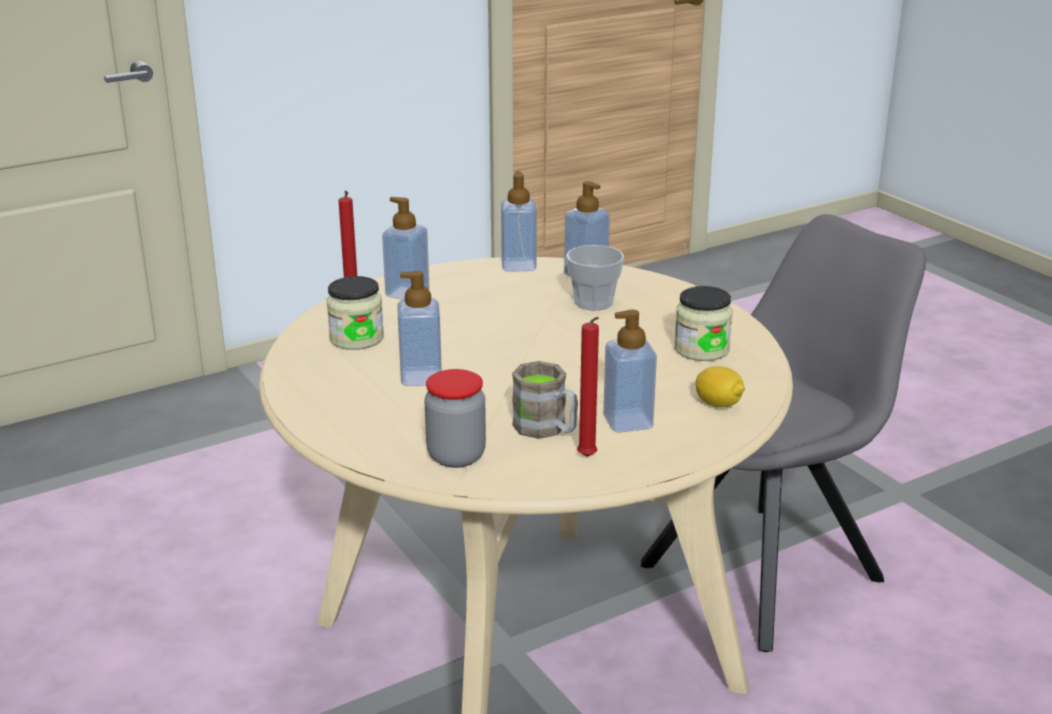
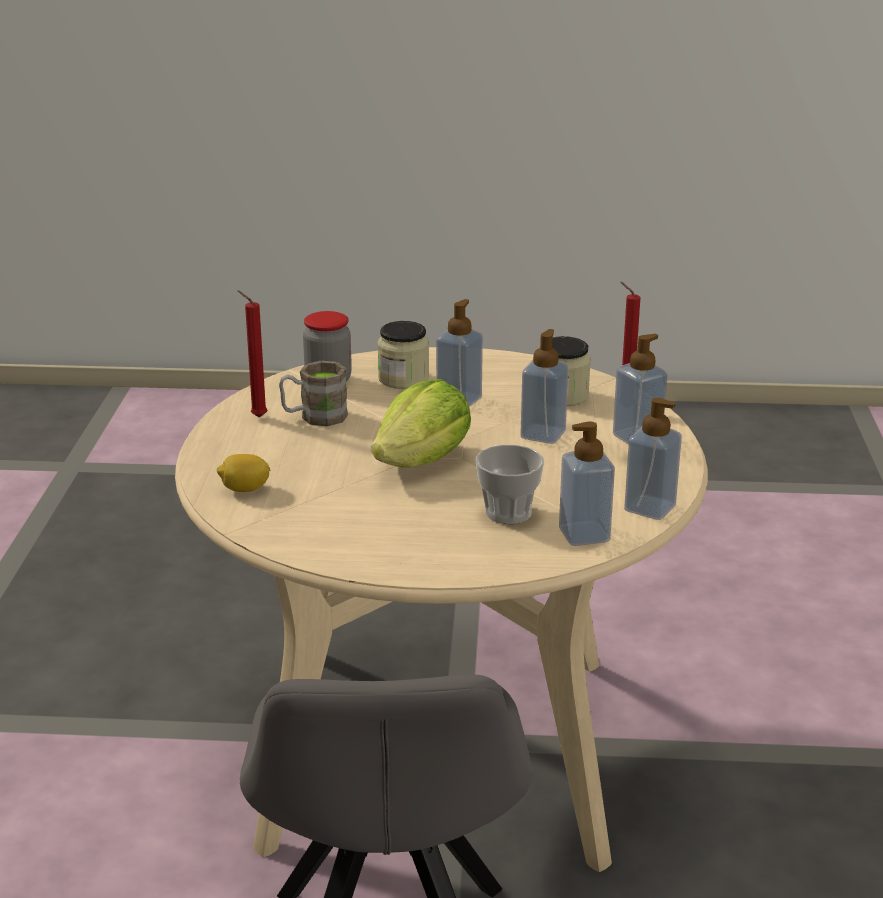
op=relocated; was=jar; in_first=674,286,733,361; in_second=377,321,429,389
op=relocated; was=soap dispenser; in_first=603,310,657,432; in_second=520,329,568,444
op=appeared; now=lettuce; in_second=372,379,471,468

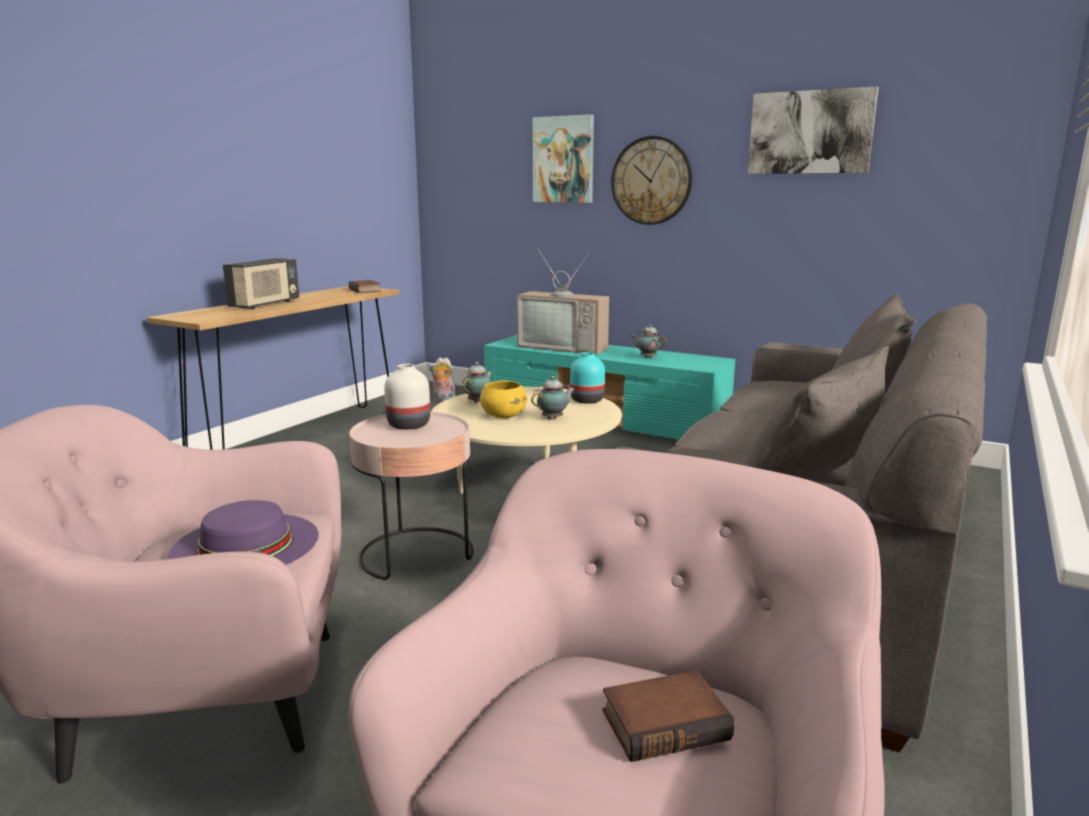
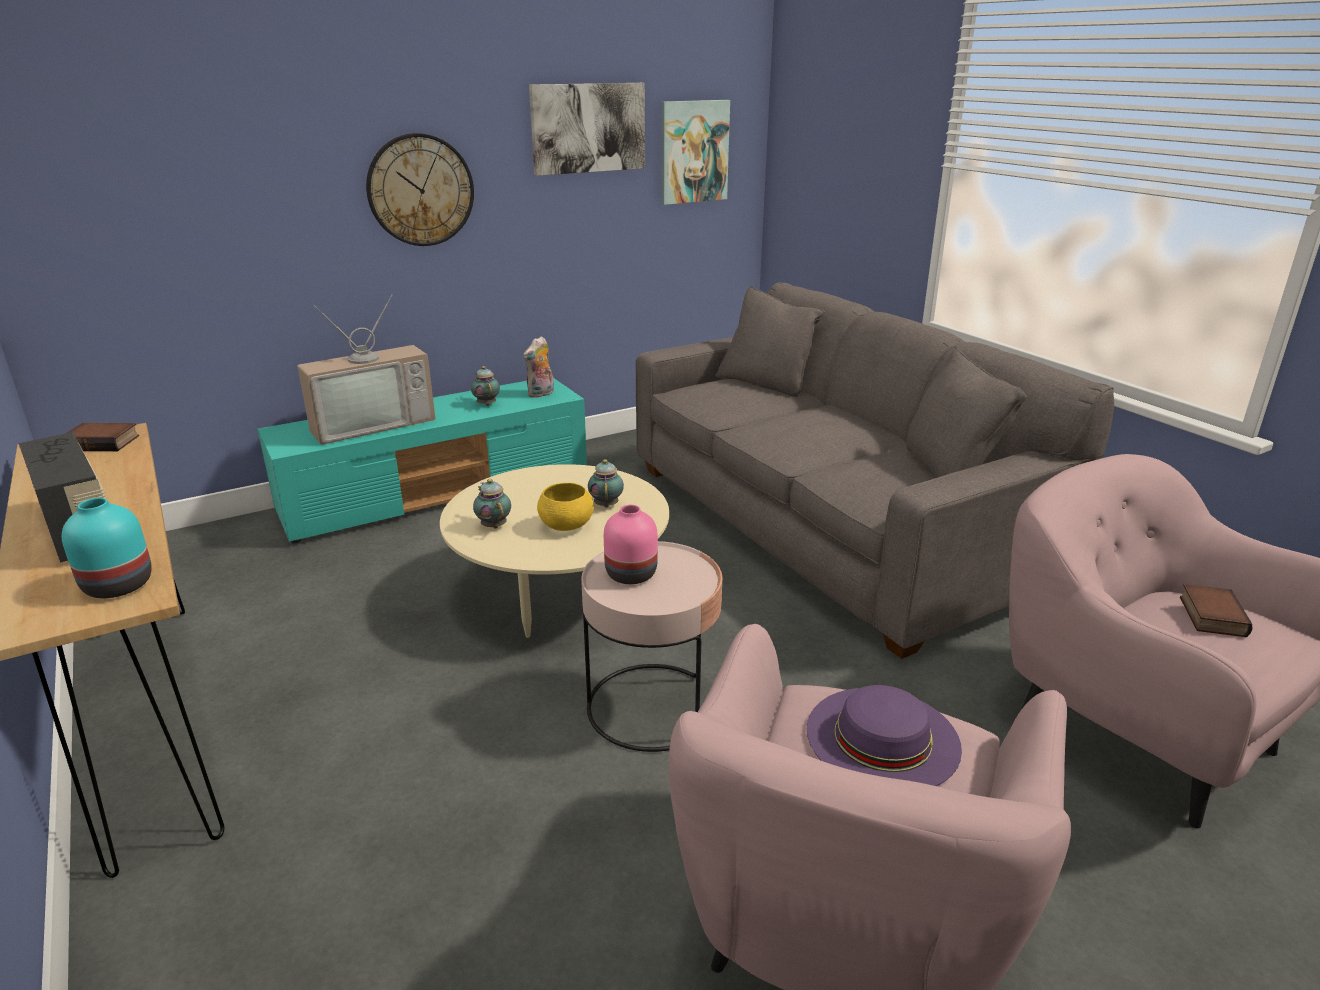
op=relocated; was=picture; in_first=533,114,594,203; in_second=661,100,730,205
op=spun; was=teapot; in_first=630,324,667,358; in_second=471,366,500,406; clockwise=90
op=relocated; was=vase (turquoise); in_first=570,352,605,404; in_second=62,498,152,598
op=relocated; was=plush toy; in_first=429,357,455,401; in_second=523,336,554,398
op=colour; was=vase (white); now=vase (pink); in_first=384,364,430,430; in_second=604,505,658,584

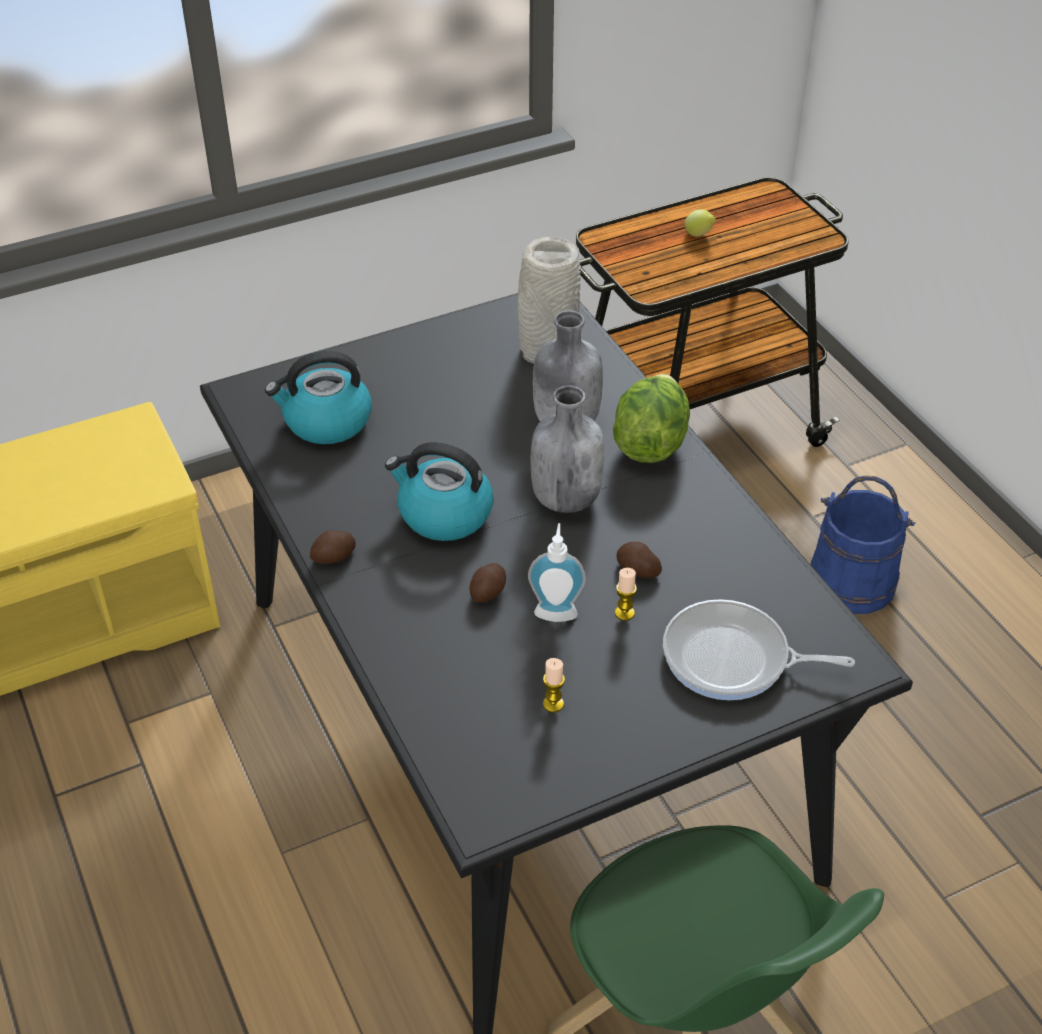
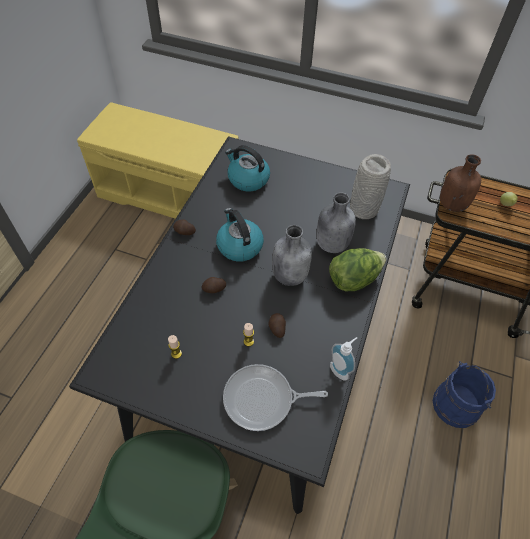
op=relocated; was=soap dispenser; in_first=528,523,586,622; in_second=330,337,357,381
op=spun; was=frying pan; in_first=663,599,855,700; in_second=223,364,328,431; clockwise=-60
op=appeared; now=bottle (brown); in_second=440,154,481,212

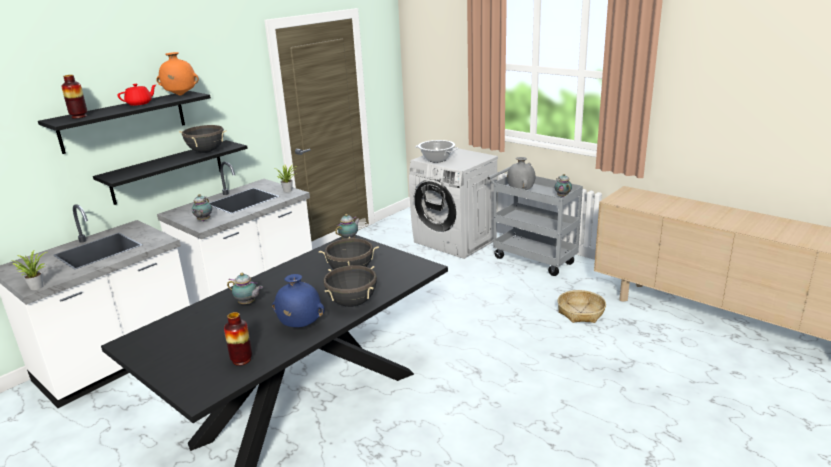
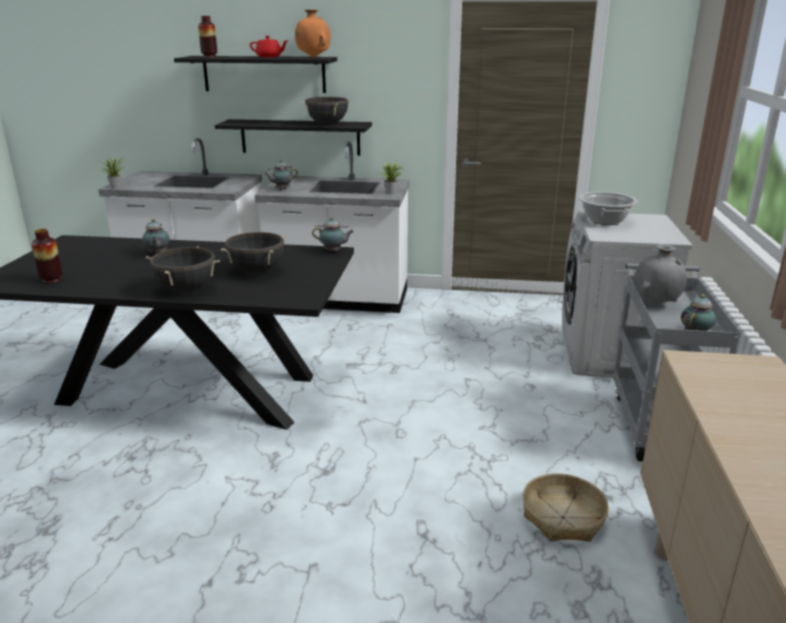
op=missing; was=vase (blue); in_first=272,274,324,327

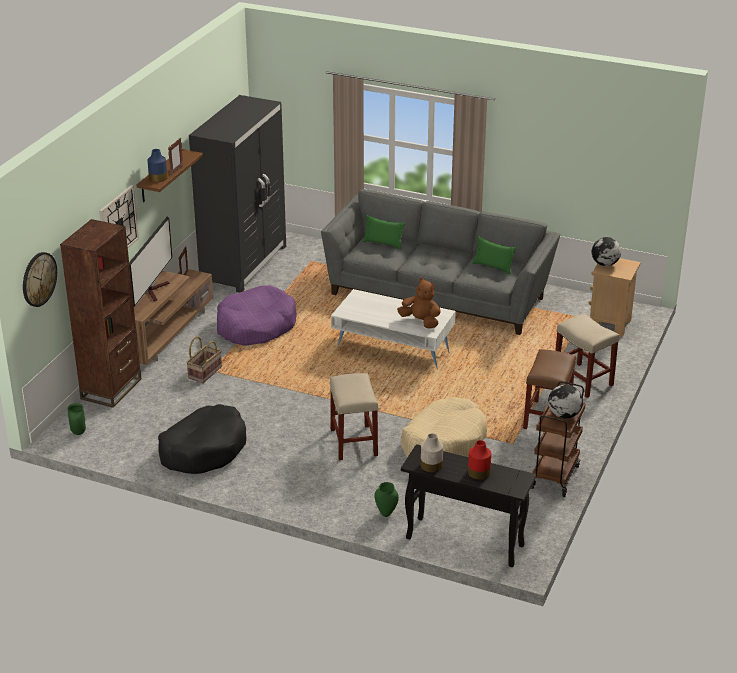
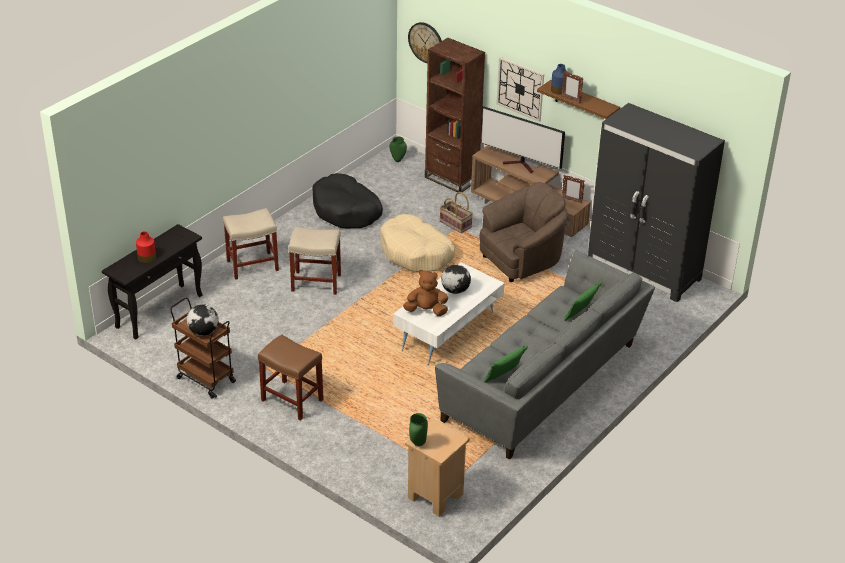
op=relocated; was=globe; in_first=592,237,621,266; in_second=441,265,471,294
op=spun; was=plush toy (brown); in_first=397,278,441,328; in_second=403,270,448,316; clockwise=-135
op=exchanged; was=dog bed (purple); now=armchair (brown); in_first=217,285,297,346; in_second=480,182,568,282
op=relocated; was=stool (beige); in_first=555,313,620,398; in_second=223,208,279,280
op=relocated; was=dog bed (beige); in_first=401,397,487,457; in_second=380,214,455,272
op=missing; was=vase (beige); in_first=421,433,443,472
op=relocated; was=vase (green); in_first=374,482,399,517; in_second=409,413,428,446

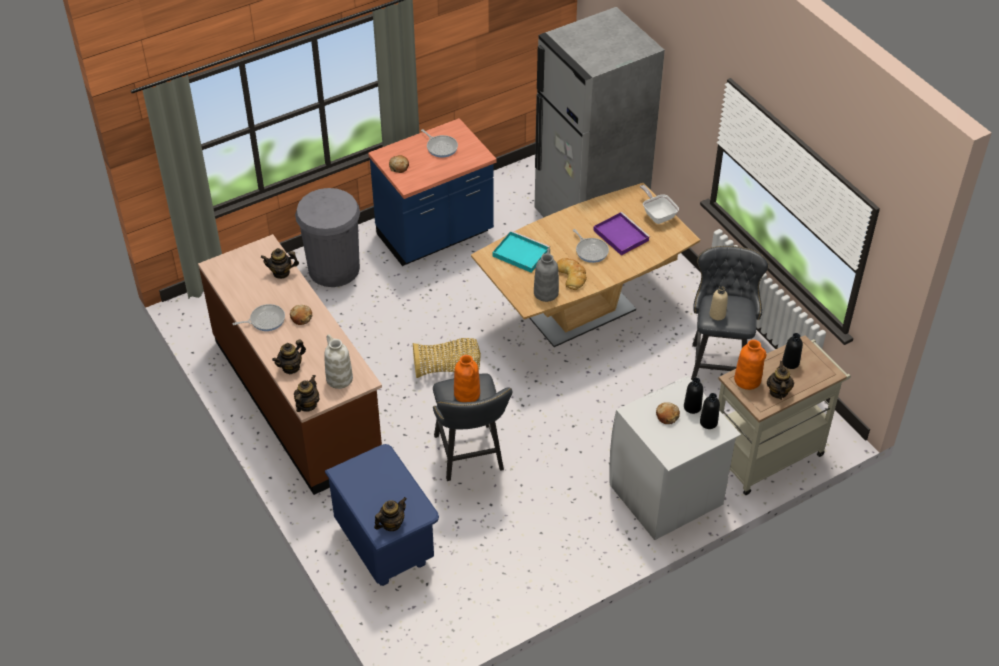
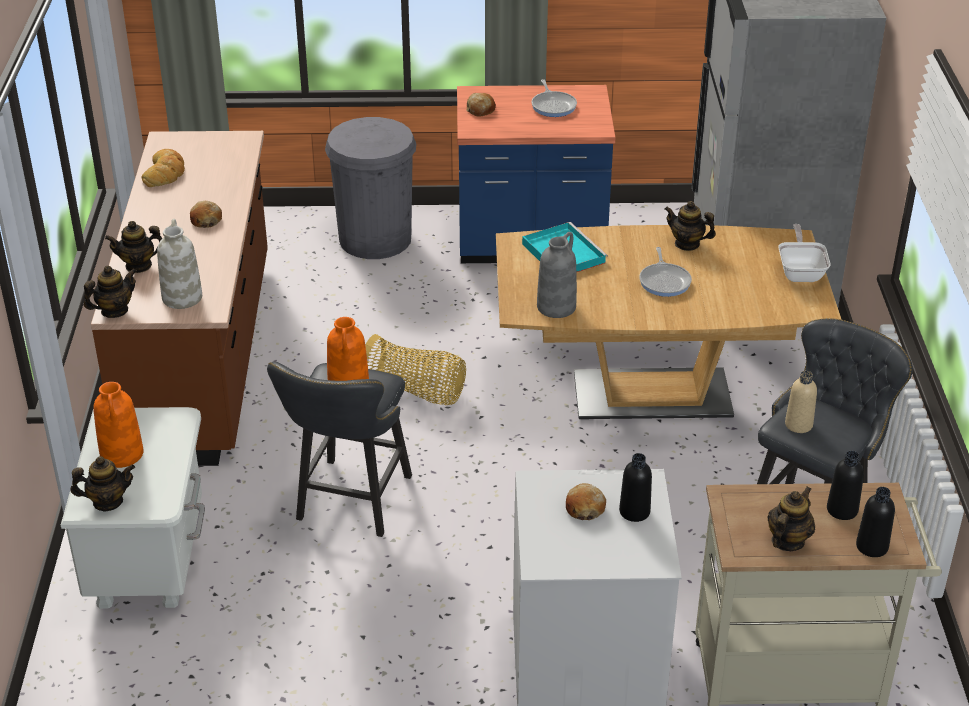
op=missing; was=tray (purple); in_first=593,212,650,256
op=relocated; was=teapot; in_first=261,248,299,279; in_second=665,201,716,251
op=relocated; was=bread; in_first=557,258,587,290; in_second=142,149,185,187
op=missing; was=frying pan; in_first=233,304,285,331
op=relocated; was=vase (orange); in_first=734,340,766,390; in_second=93,382,143,468
op=relocated; was=bottle (black); in_first=700,393,720,429; in_second=856,487,895,557
op=colour; was=nightstand (blue); now=nightstand (white); in_first=325,444,439,586; in_second=61,407,205,609

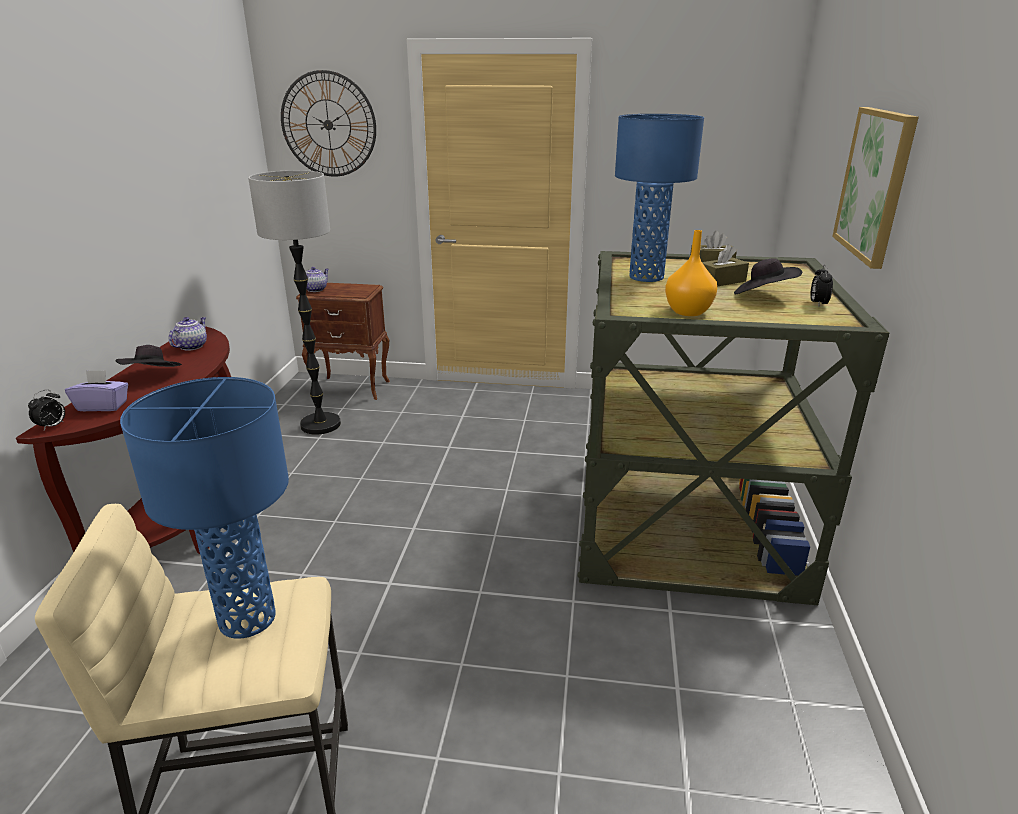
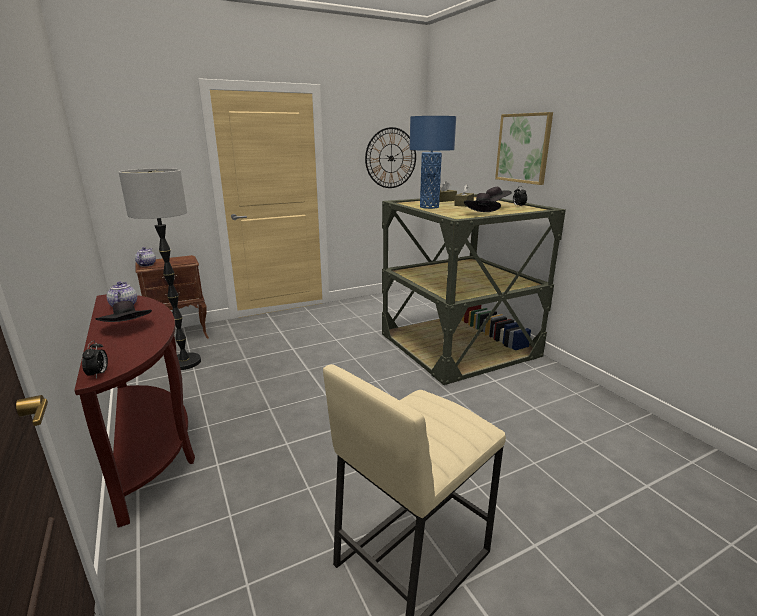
op=relocated; was=wall clock; in_first=281,70,376,177; in_second=365,127,416,188
op=exchanged; was=vase (orange); now=hat (black); in_first=665,230,717,316; in_second=464,193,501,212
op=missing; was=tissue box (purple); in_first=65,370,128,411
op=missing; was=table lamp (blue); in_first=120,377,289,639

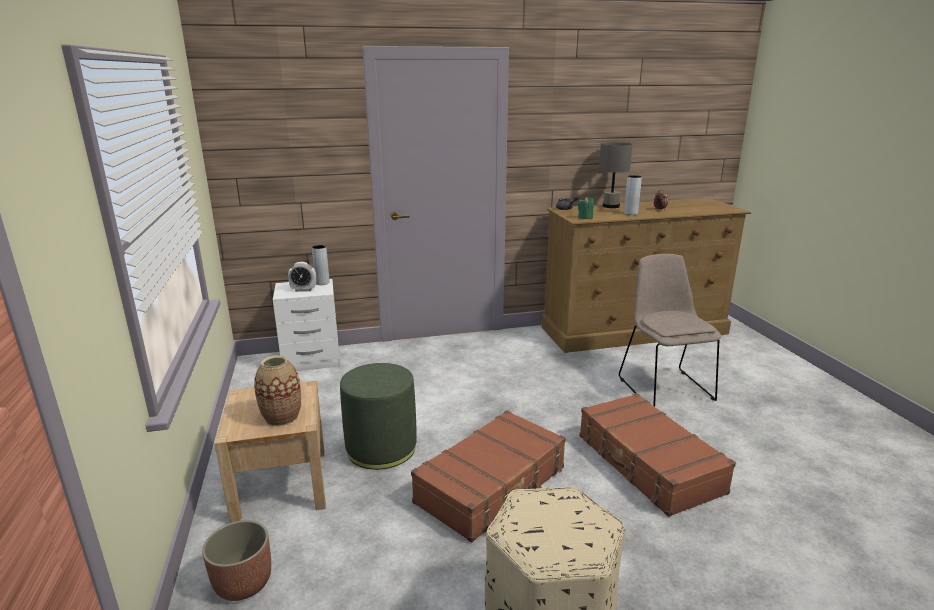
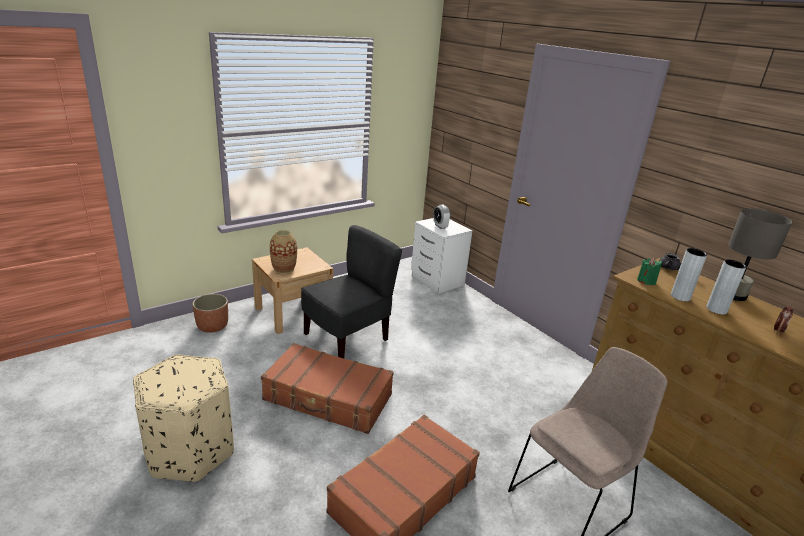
op=relocated; was=vase (grey); in_first=312,245,330,285; in_second=671,248,707,301
op=exchanged; was=ottoman (green); now=chair (grey); in_first=340,363,417,470; in_second=301,225,402,359

